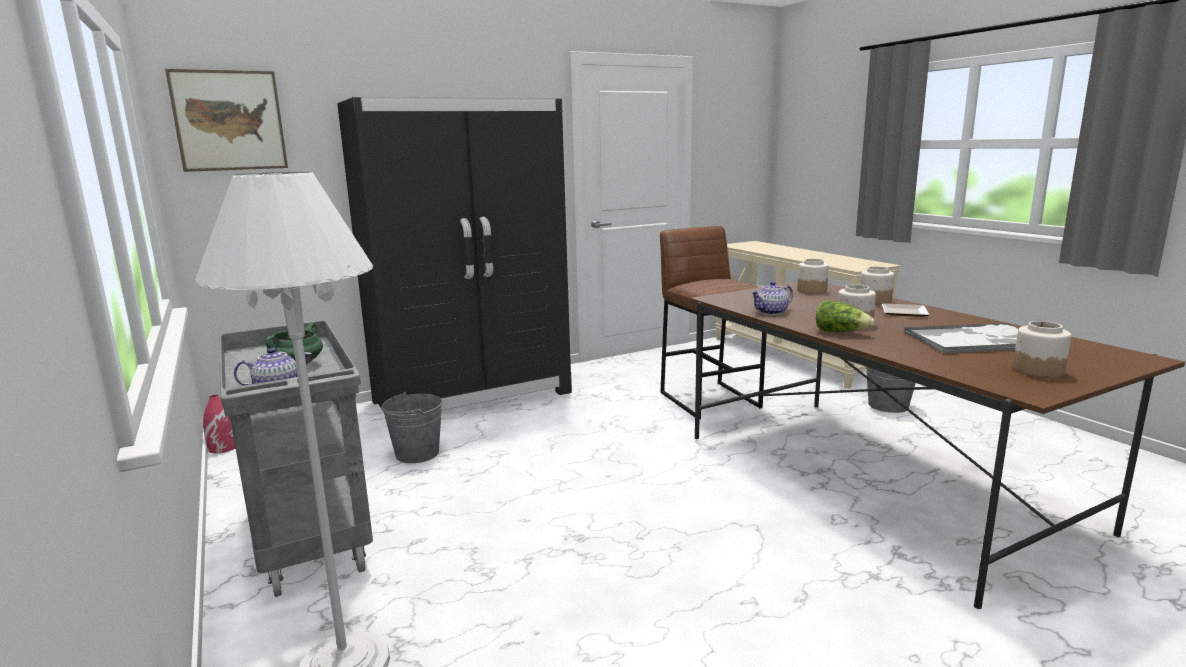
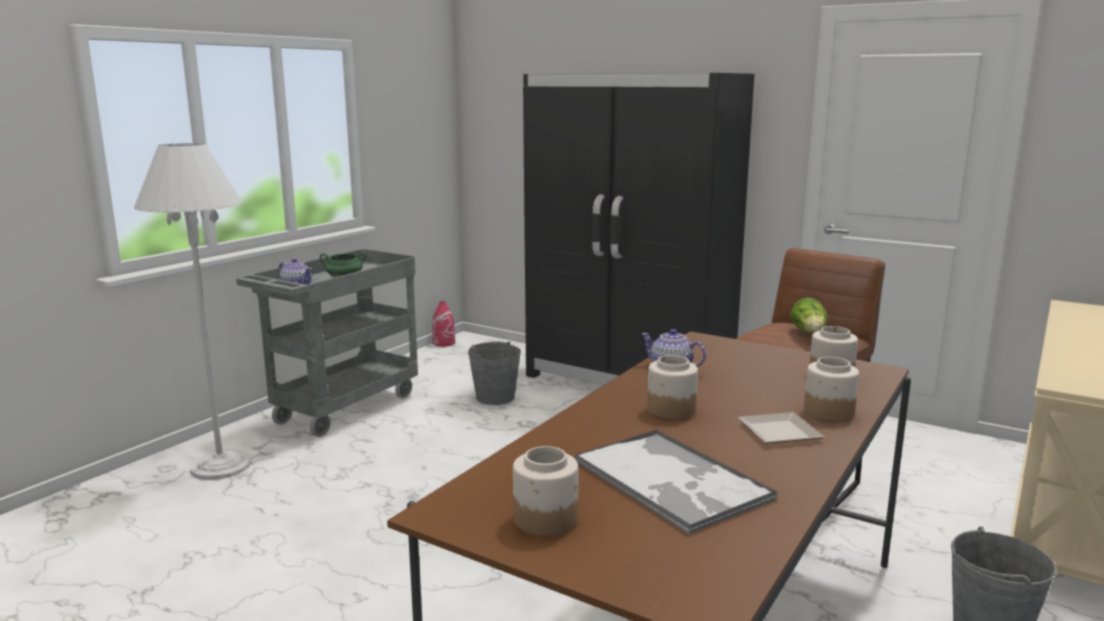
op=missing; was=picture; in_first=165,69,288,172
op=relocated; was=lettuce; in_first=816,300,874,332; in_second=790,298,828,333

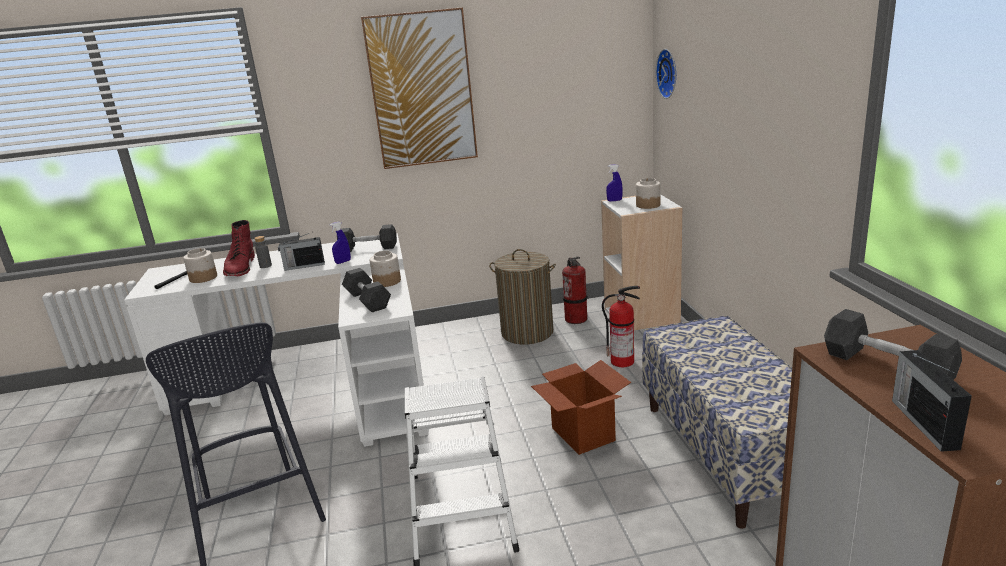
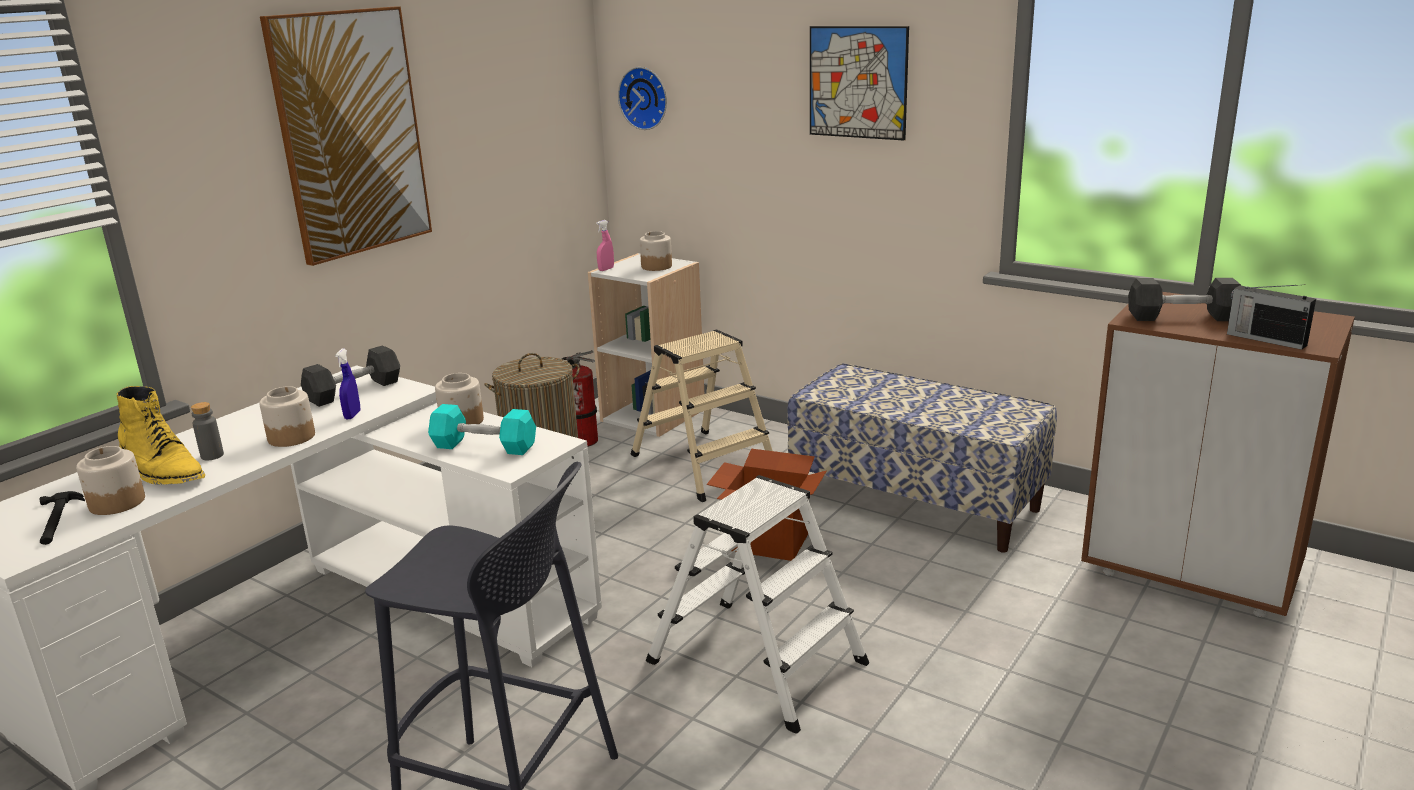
op=colour; was=spray bottle (blue); now=spray bottle (pink); in_first=606,164,623,202; in_second=596,220,614,271
op=colour; was=boot (red); now=boot (yellow); in_first=223,220,255,276; in_second=117,386,205,485
op=exchanged; was=radio; now=jar; in_first=278,233,325,271; in_second=259,386,315,447
op=colour; was=dumbbell (grey); now=dumbbell (turquoise); in_first=342,268,391,312; in_second=428,404,536,455
op=exchanged; was=fire extinguisher; now=step ladder (beige); in_first=602,286,640,367; in_second=631,330,773,502
op=appeared; now=picture; in_second=810,26,909,141

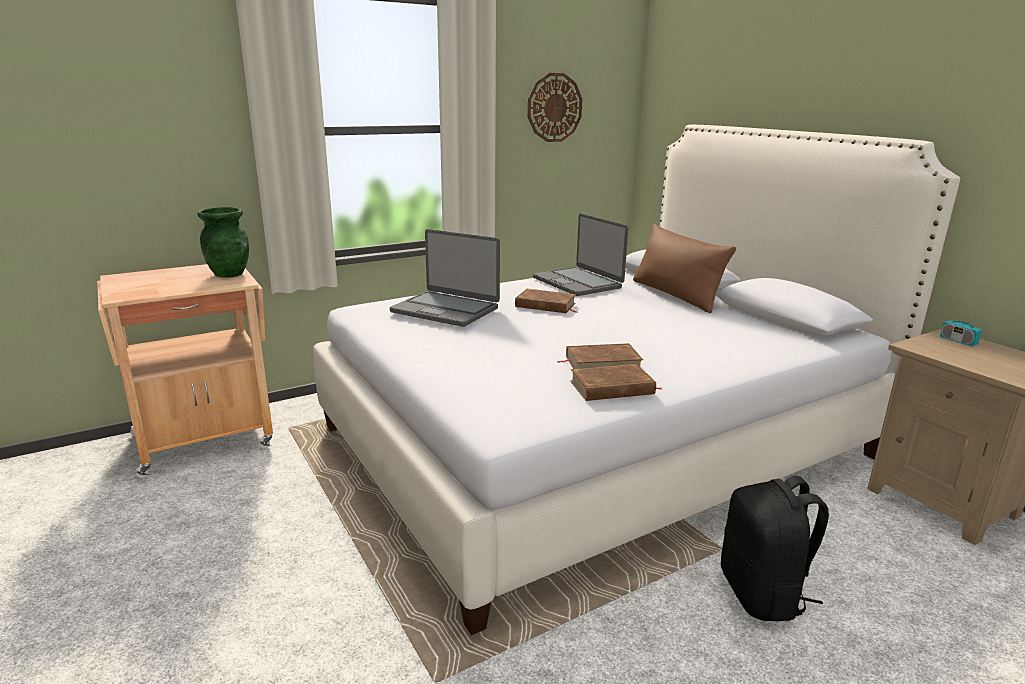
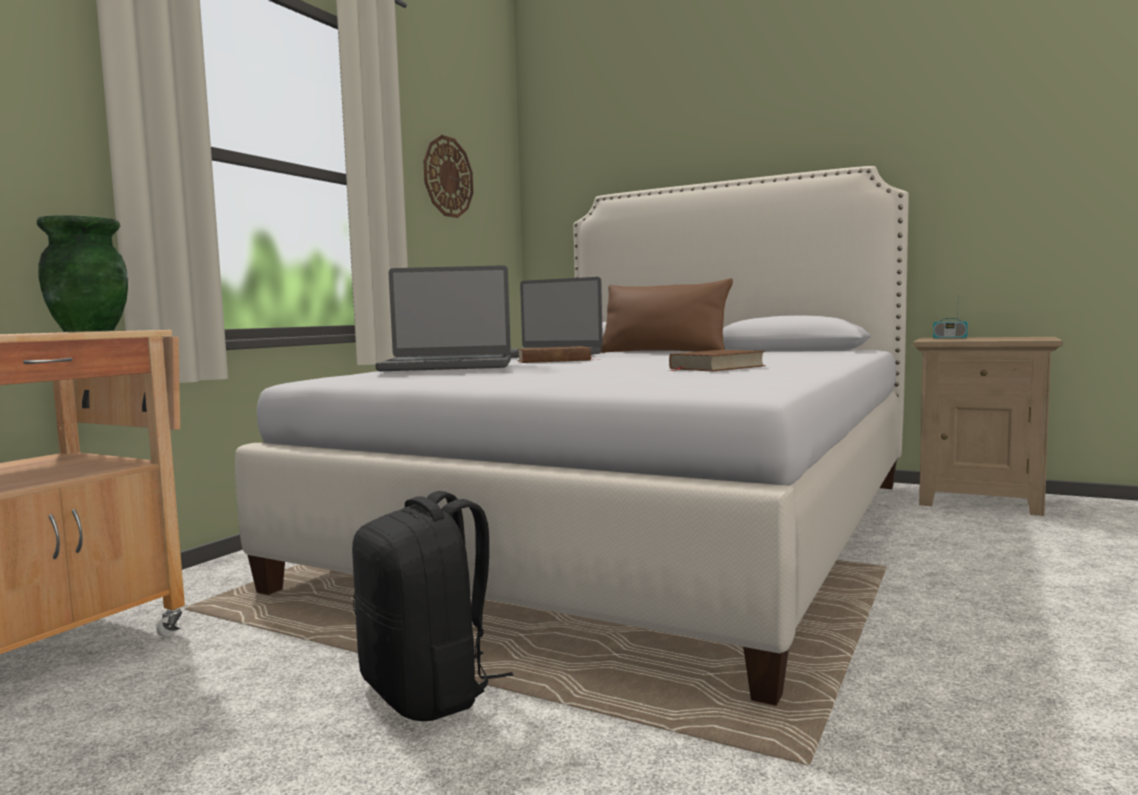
op=missing; was=book (brown); in_first=570,364,661,401
op=relocated; was=backpack (black); in_first=721,475,829,621; in_second=352,491,513,721

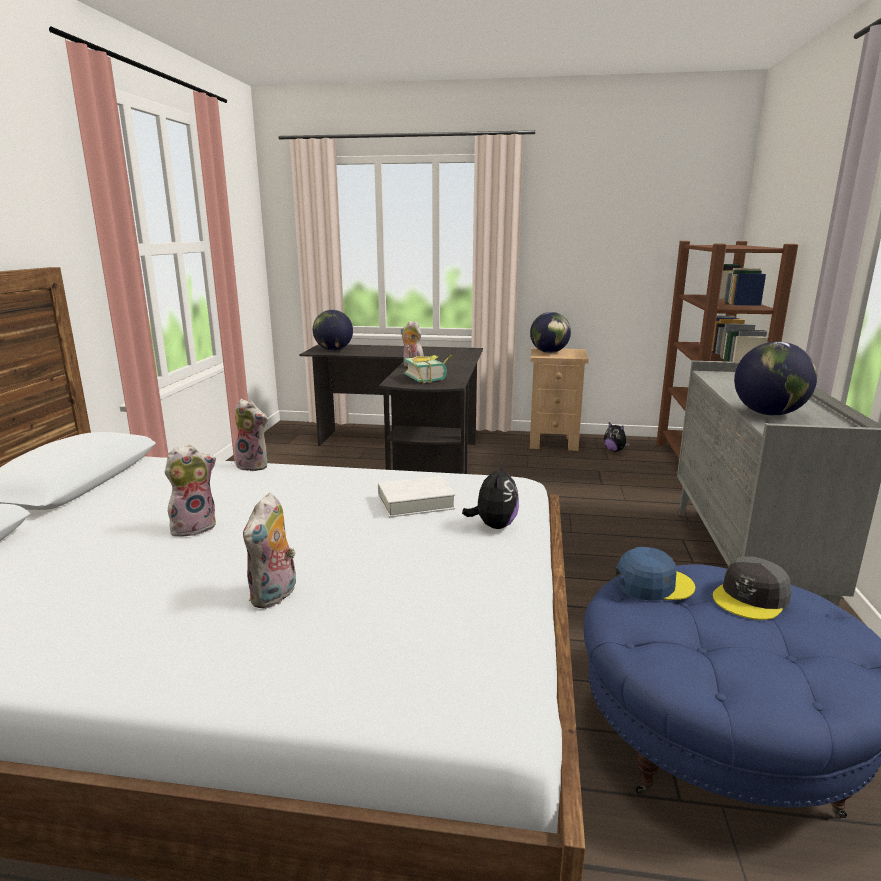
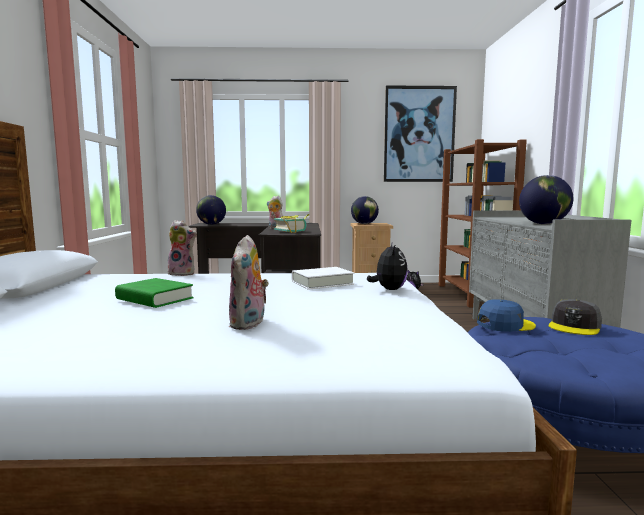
op=exchanged; was=plush toy; now=book (green); in_first=165,445,216,537; in_second=115,278,194,308
op=appeared; now=picture; in_second=384,85,457,182

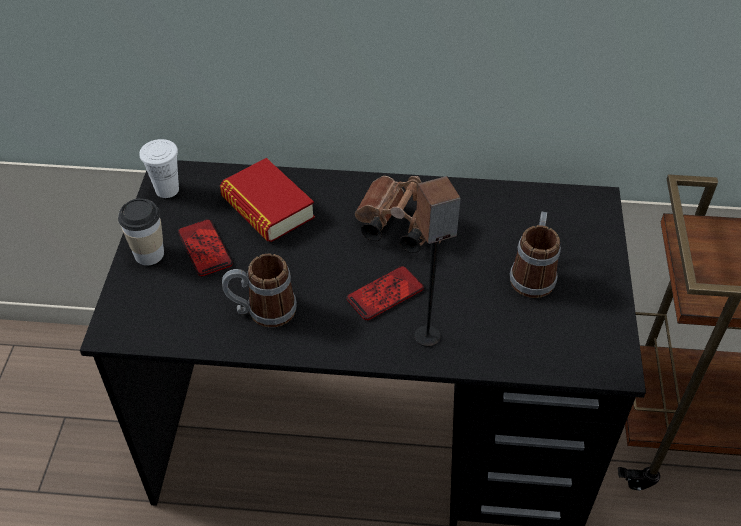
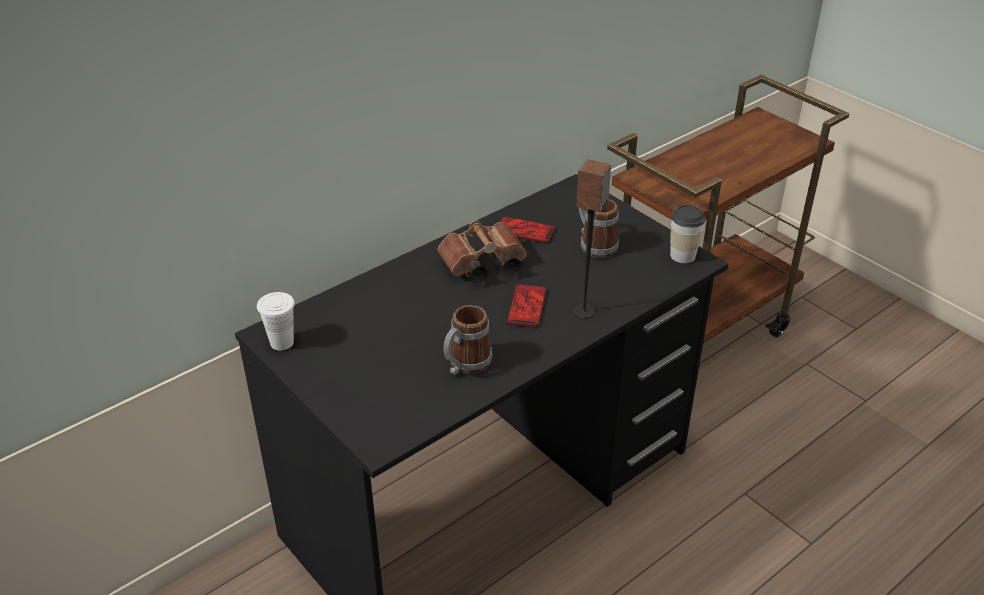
op=missing; was=book; in_first=220,158,315,242
op=relocated; was=cup; in_first=118,198,164,266; in_second=670,205,706,263
op=relocated; was=phone; in_first=178,219,233,276; in_second=499,216,556,243

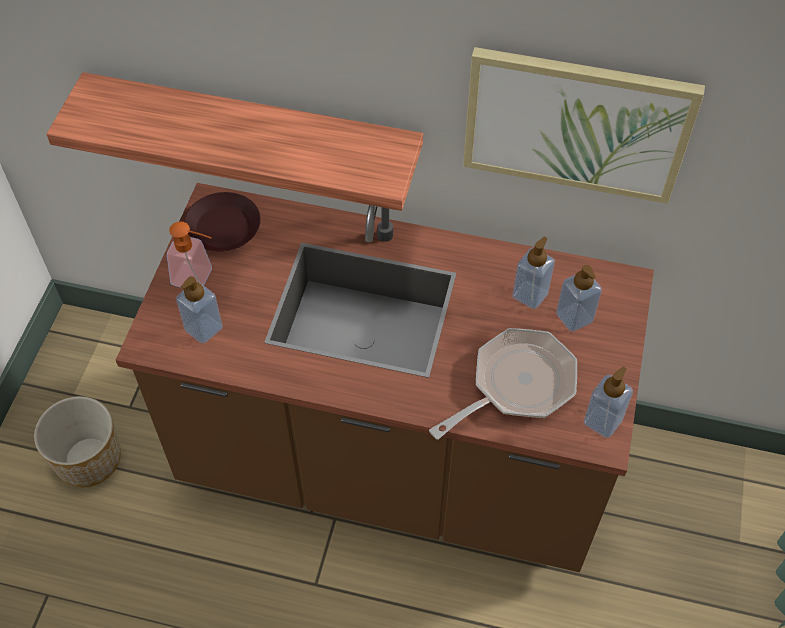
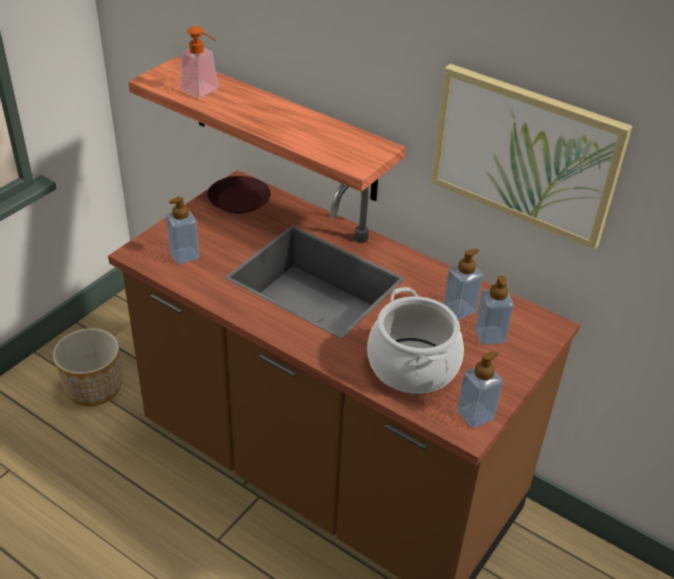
op=relocated; was=soap dispenser; in_first=167,221,212,288; in_second=181,26,218,98
op=exchanged; was=frying pan; now=cooking pot; in_first=429,328,577,440; in_second=367,287,464,394

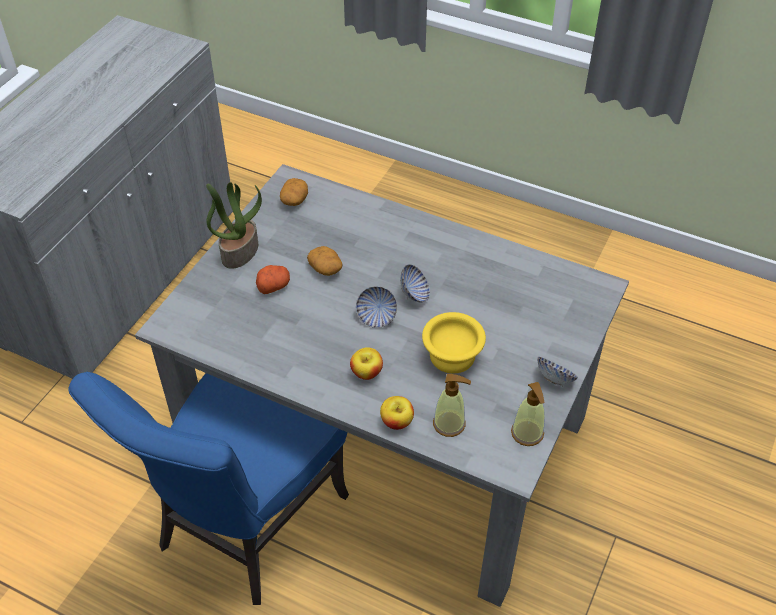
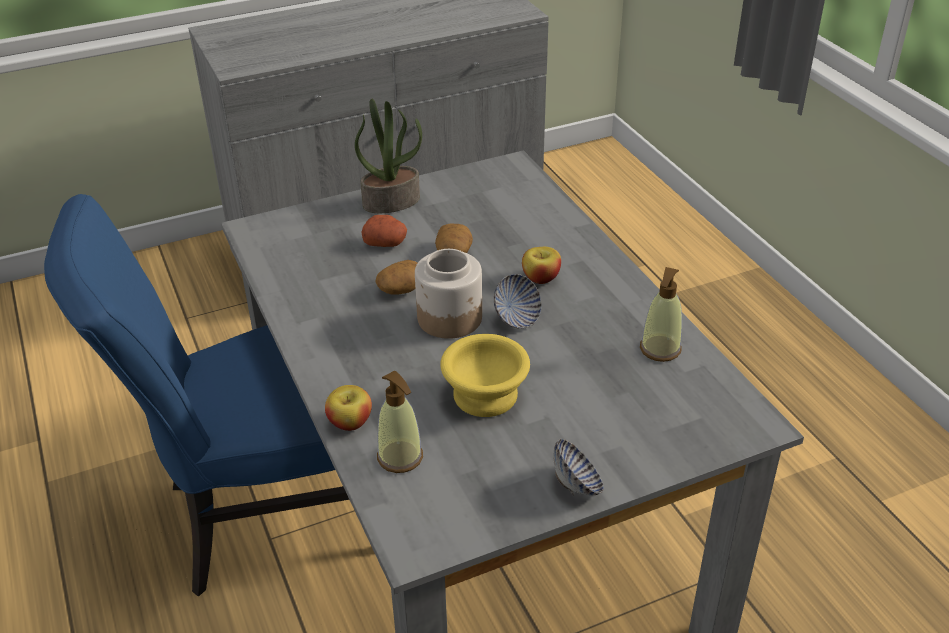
op=relocated; was=potato; in_first=280,178,308,206; in_second=375,260,417,295
op=exchanged; was=bowl; now=jar; in_first=356,286,397,328; in_second=415,249,482,339
op=relocated; was=apple; in_first=350,347,383,380; in_second=522,247,561,284
op=relocated; was=soap dispenser; in_first=511,382,545,446; in_second=640,267,682,362

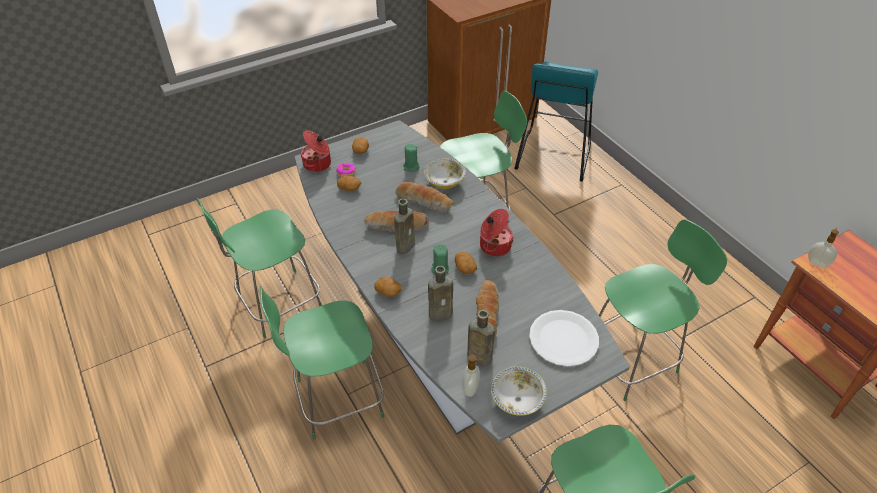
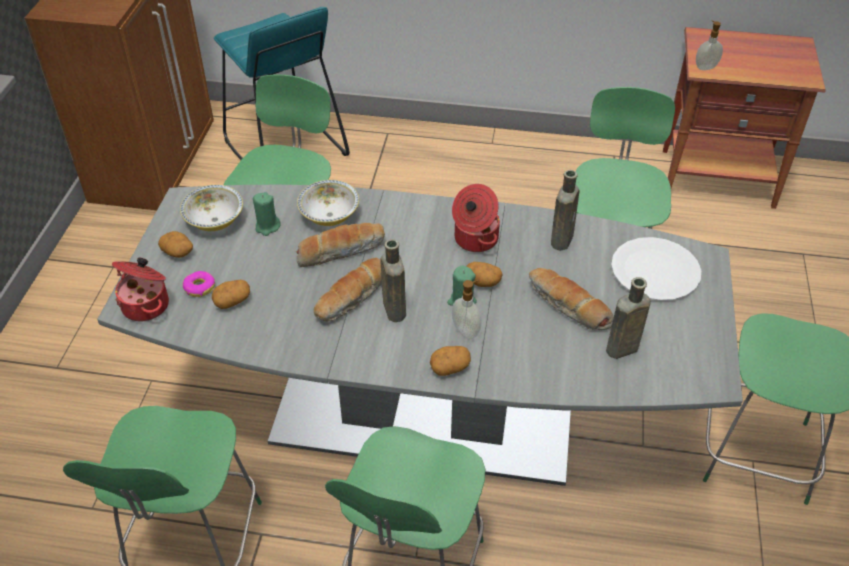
op=relocated; was=bottle (brown); in_first=428,266,453,321; in_second=551,170,580,251
op=relocated; was=soap dispenser; in_first=462,355,483,397; in_second=452,280,481,339
op=relocated; was=bowl; in_first=491,367,547,416; in_second=180,185,243,231

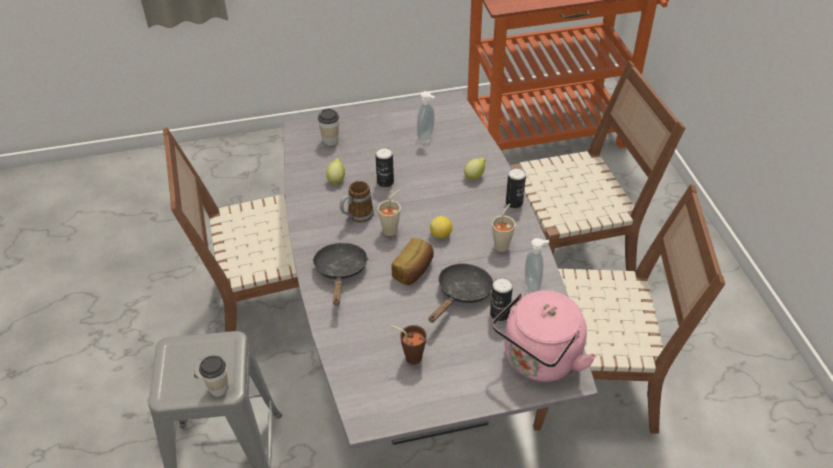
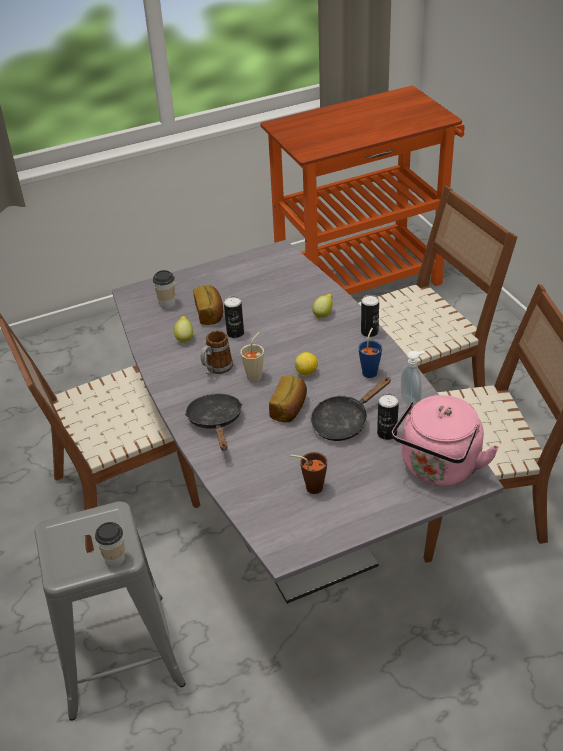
op=missing; was=soap dispenser; in_first=417,91,435,141
op=colour; was=cup (beige); now=cup (blue); in_first=492,204,516,252; in_second=358,328,382,378
op=spun; was=frying pan (black); in_first=428,264,493,323; in_second=311,377,391,441; clockwise=-150
op=appeared; now=bread; in_second=193,285,223,325

